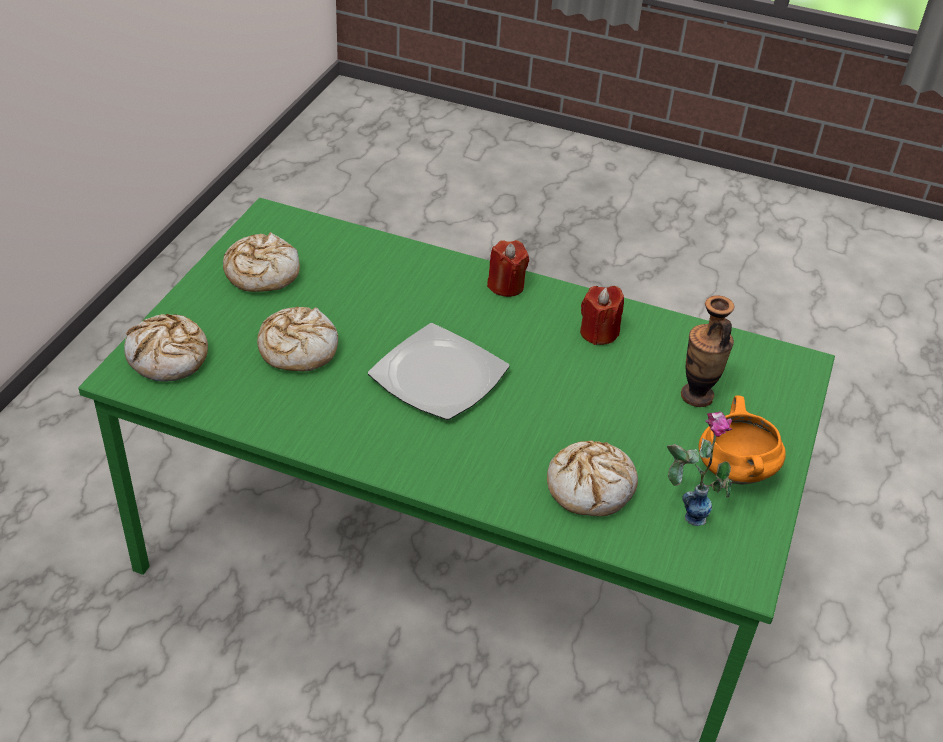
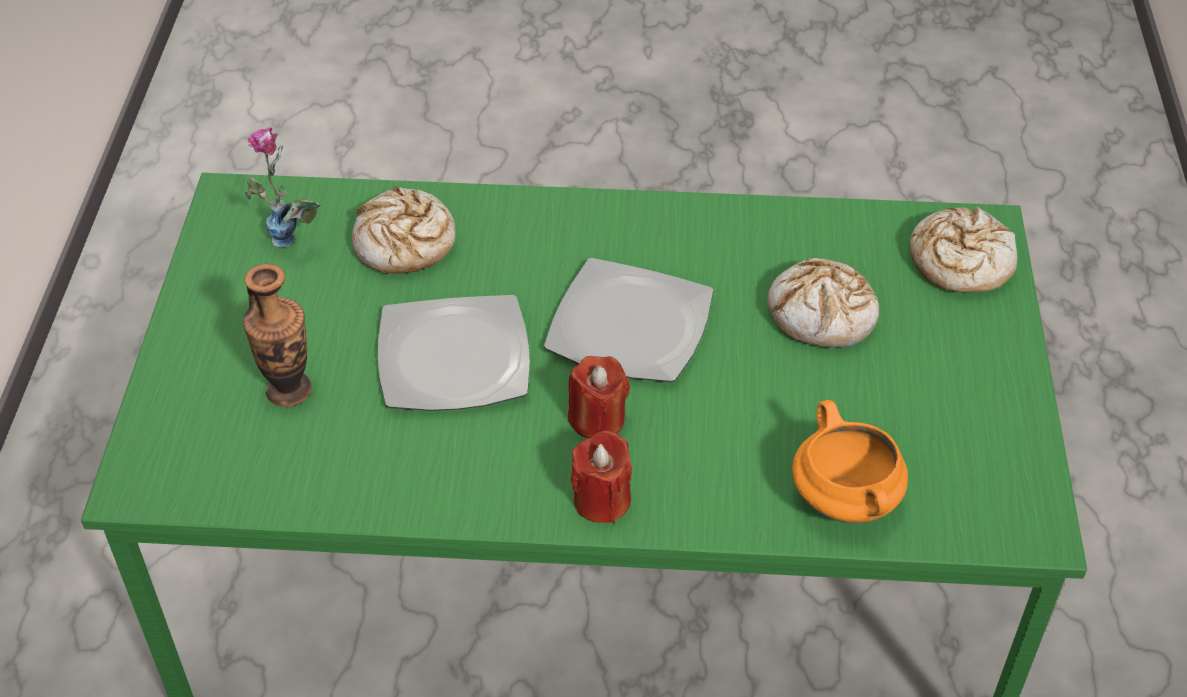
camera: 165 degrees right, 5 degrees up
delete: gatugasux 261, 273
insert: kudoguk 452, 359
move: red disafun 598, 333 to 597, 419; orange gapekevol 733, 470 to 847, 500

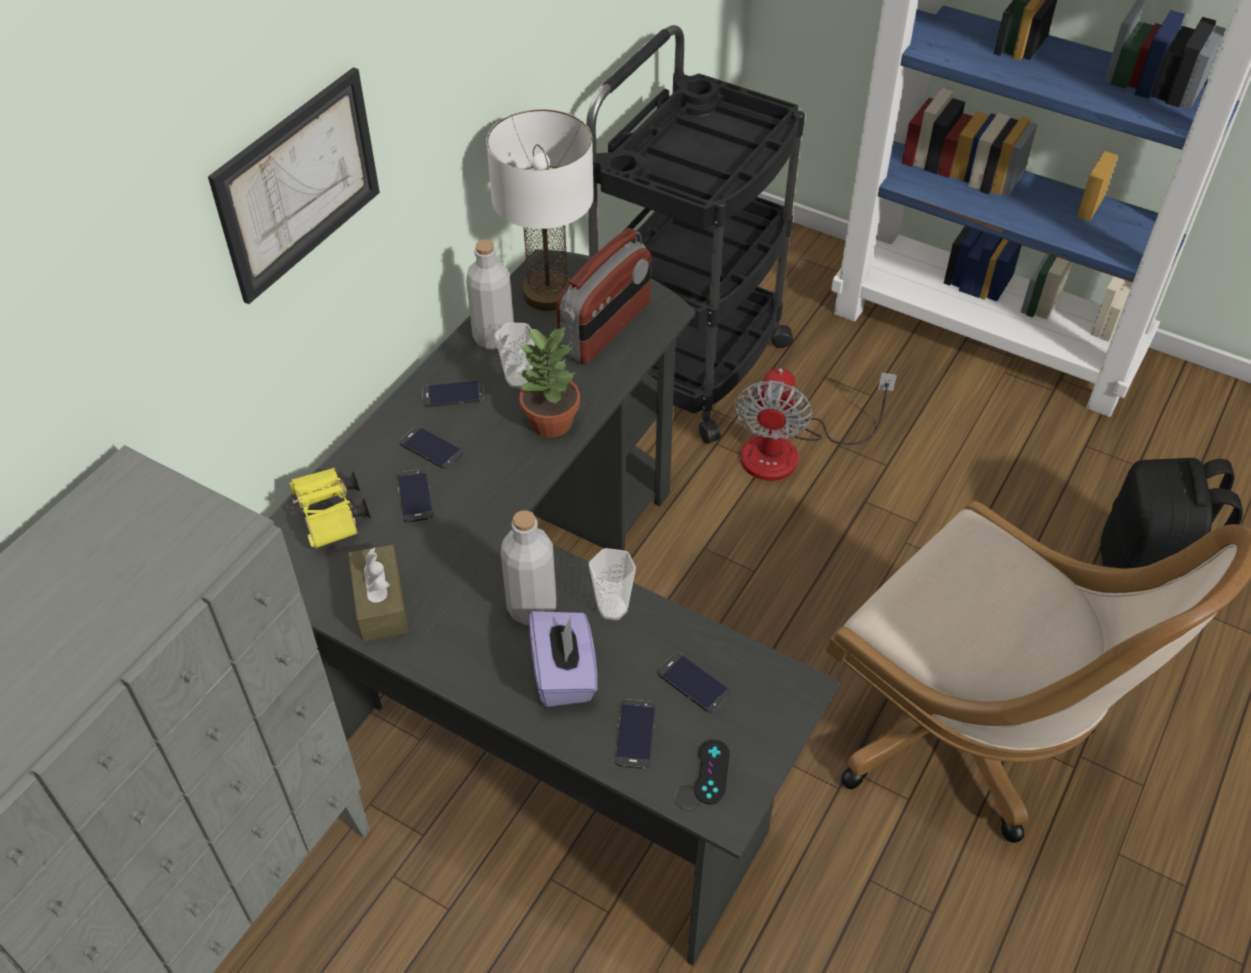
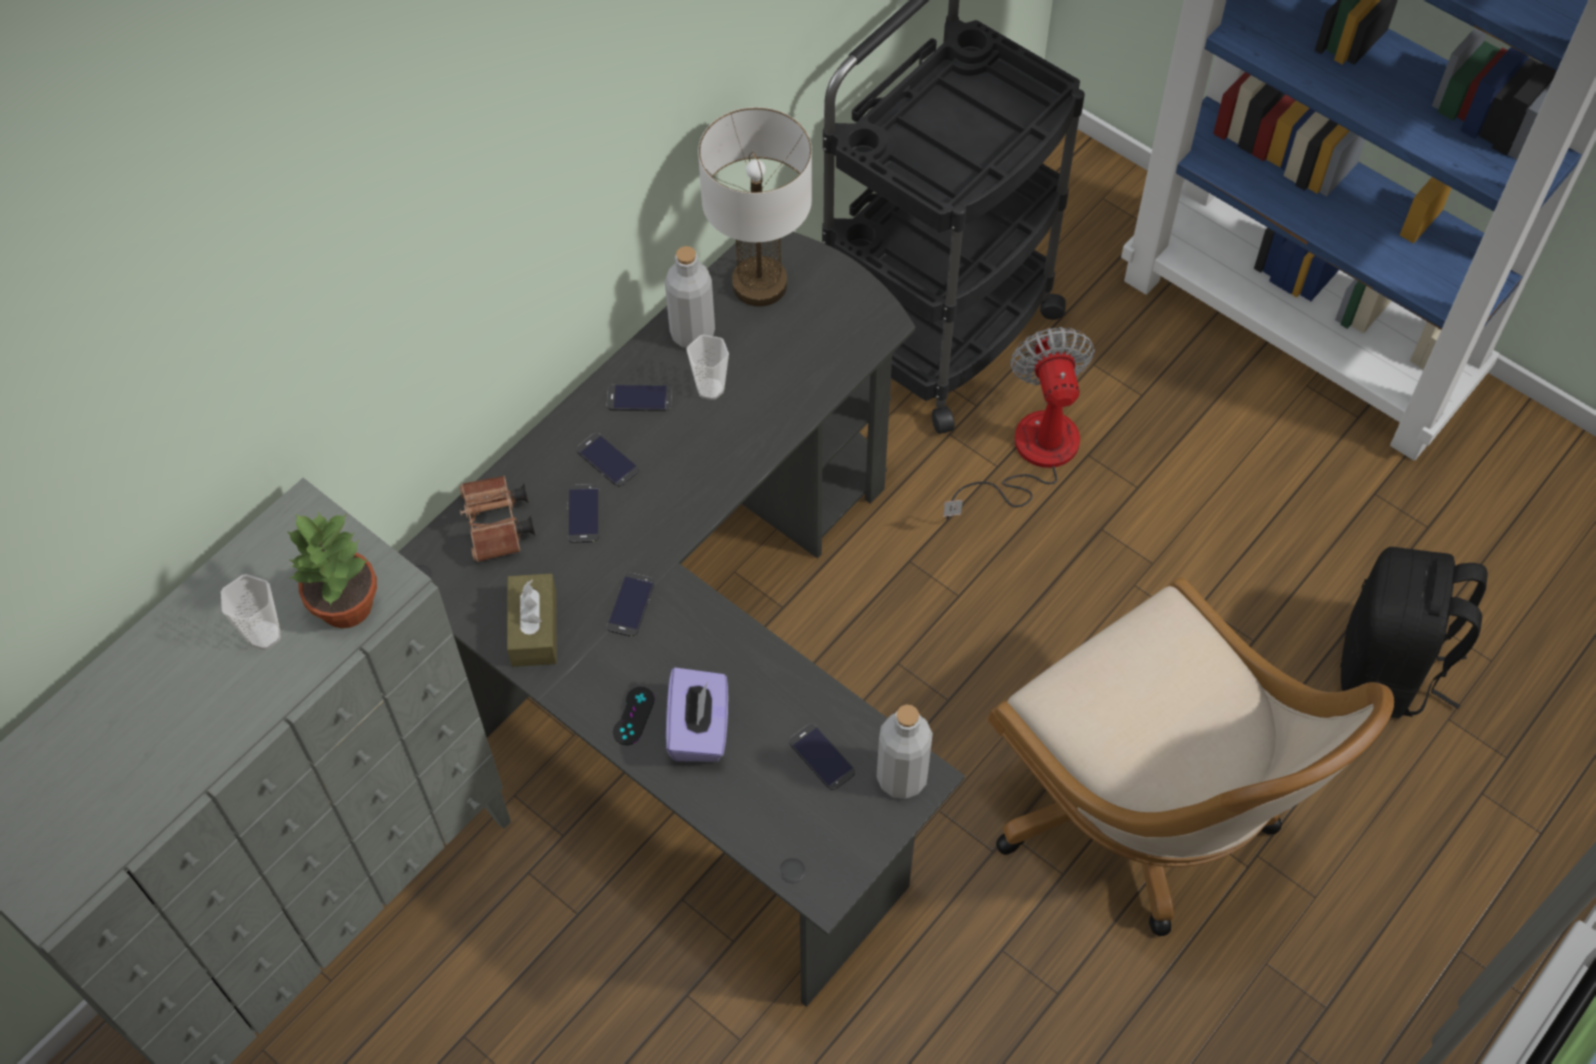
camera: 10 degrees right, 10 degrees up
delete: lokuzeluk 298, 184; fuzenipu 606, 329
move: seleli 552, 422 to 346, 606; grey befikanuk 532, 608 to 902, 777; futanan 612, 608 to 264, 635; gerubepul 635, 734 to 630, 605; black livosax 711, 772 to 633, 716
recolor: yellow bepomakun 332, 518 to brown bepomakun 498, 527
rotate: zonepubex 789, 452 = 1029, 456 150 degrees clockwise

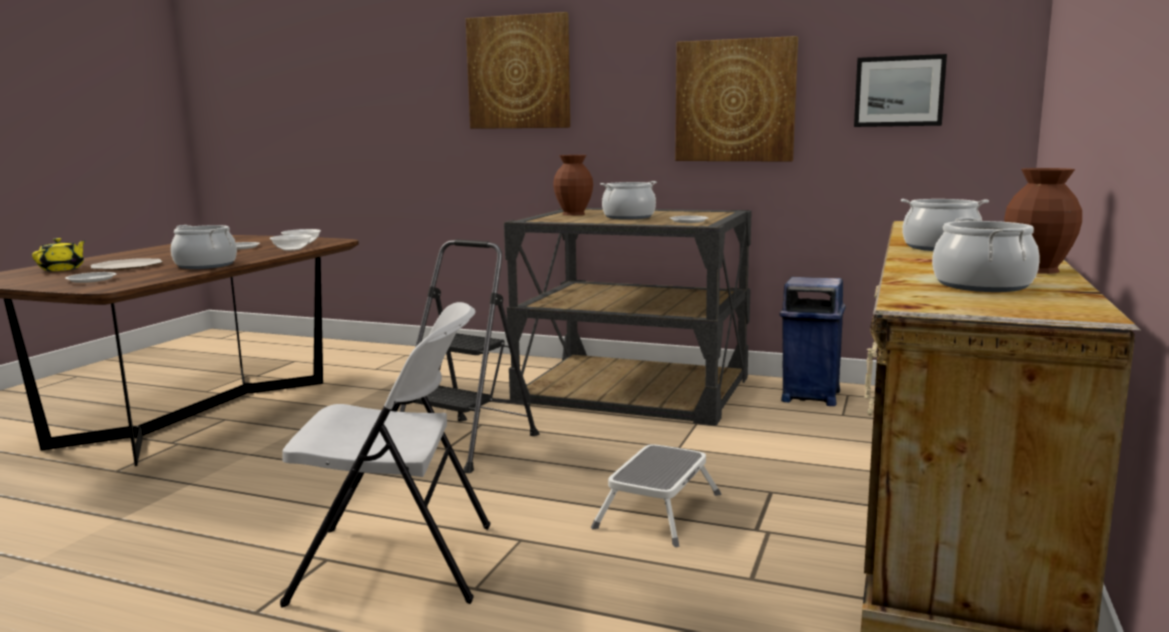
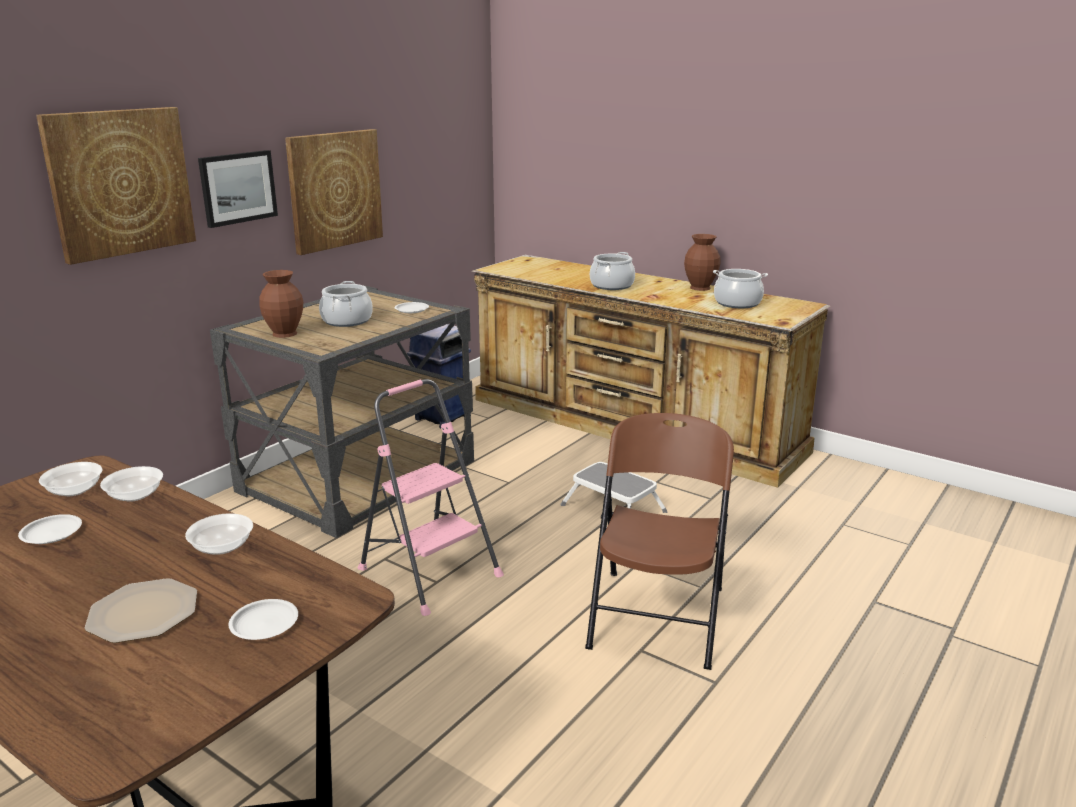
camera: 75 degrees left, 10 degrees up
delete: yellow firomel 63, 269
move: lokuzeluk 899, 91 to 238, 188
replace: gapekevol 205, 265 to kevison 222, 547
recolor: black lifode 468, 442 to pink lifode 427, 569; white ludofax 394, 563 to brown ludofax 657, 618

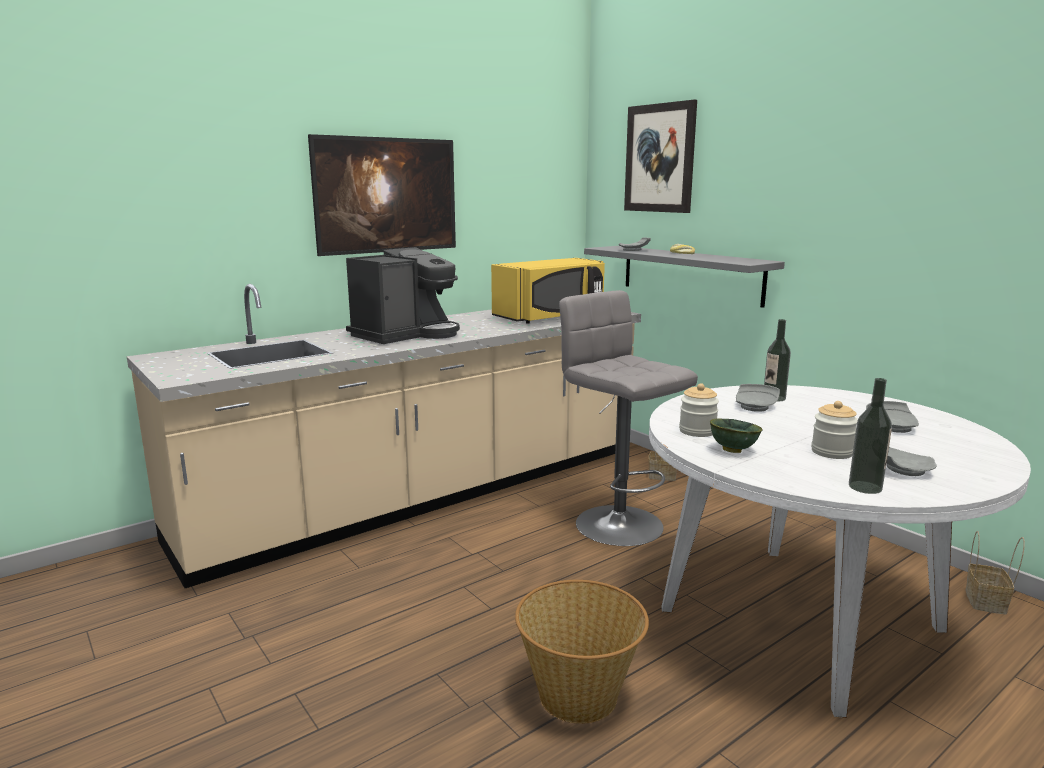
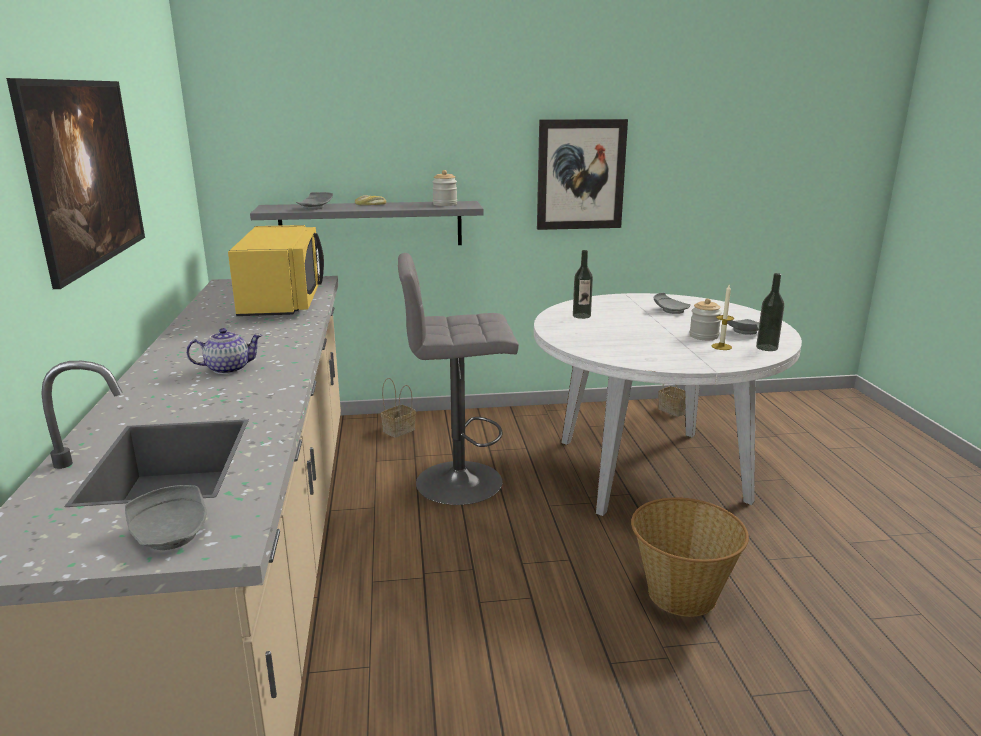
camera: 60 degrees left, 5 degrees up
delete: green kevison 732, 450
insert: disafun 721, 346
move: lokuzeluk 660, 158 to 580, 175; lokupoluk 697, 431 to 445, 204; grey kudoguk 755, 406 to 171, 533
replace: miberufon 406, 334 to firomel 227, 369

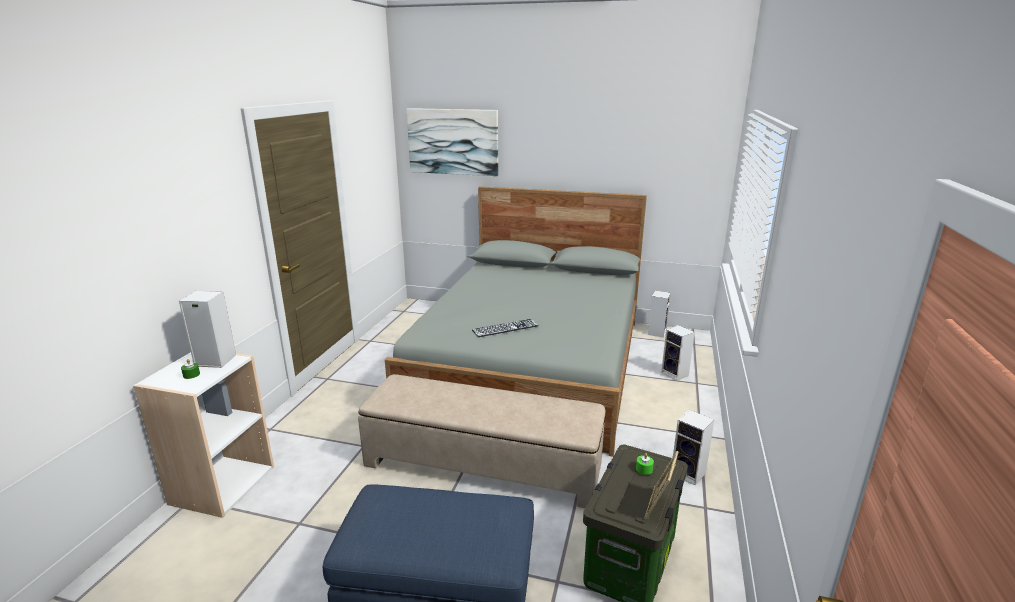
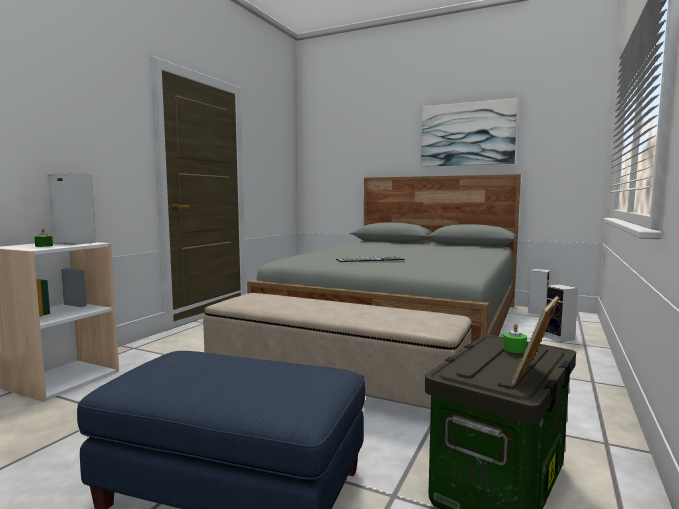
camera: 10 degrees right, 15 degrees down
delete: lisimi 689, 473
move: lokuzeluk 453, 142 to 467, 134

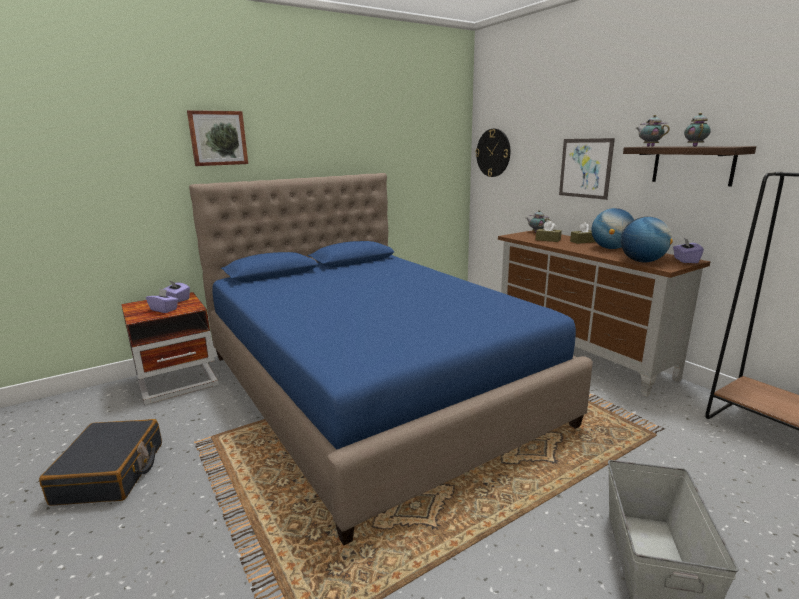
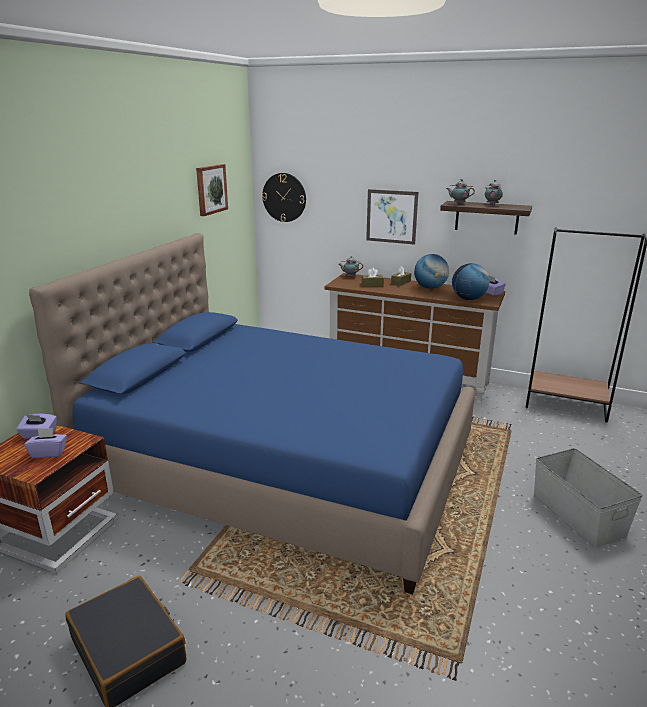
camera: 35 degrees left, 5 degrees up
move: lokuzeluk 218, 138 to 211, 189

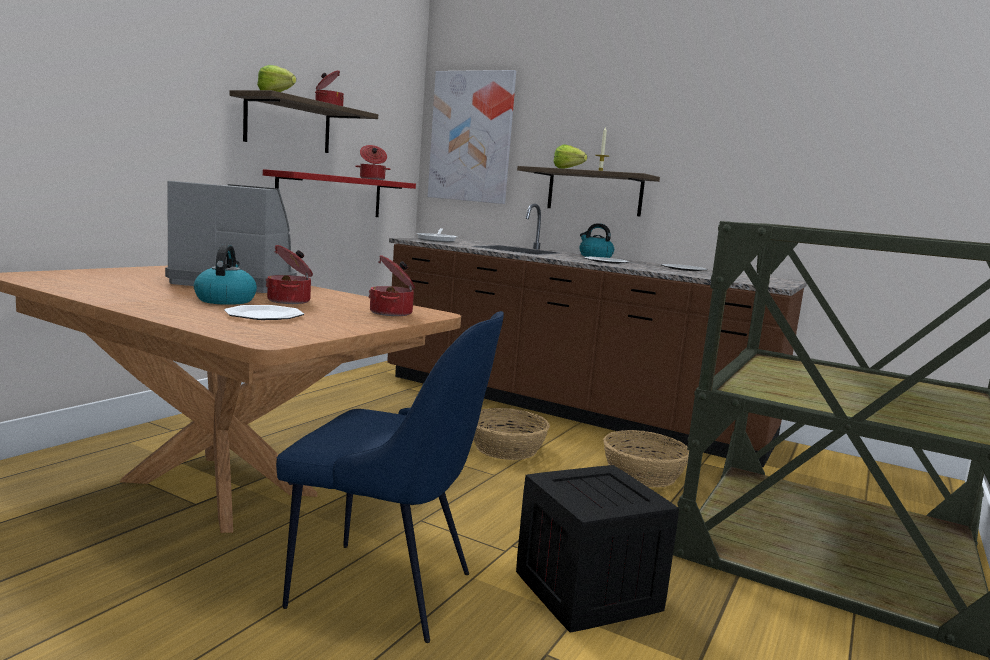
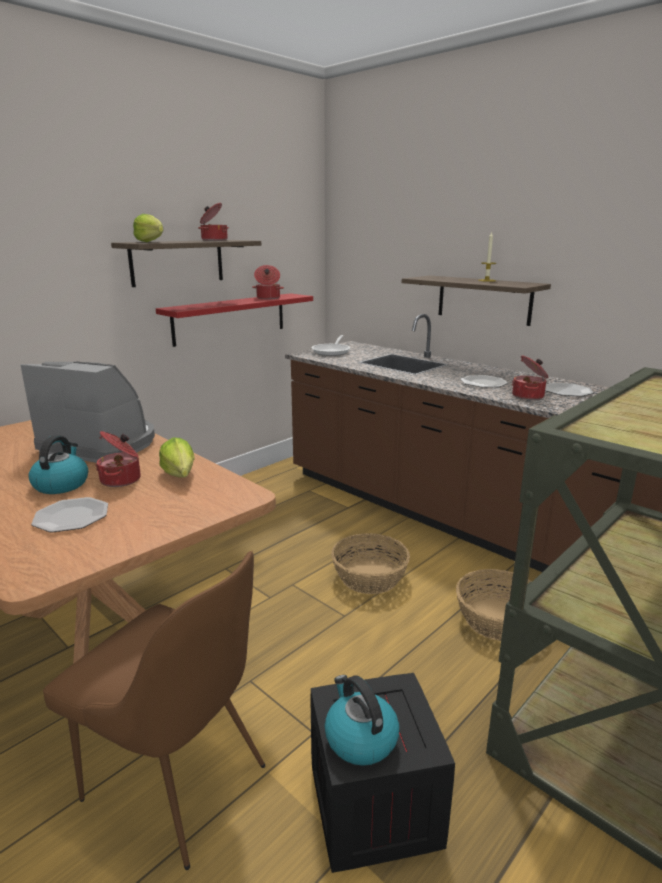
camera: 15 degrees right, 10 degrees up
delete: lokuzeluk 471, 137
move: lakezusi 570, 169 to 179, 478; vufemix 595, 256 to 360, 738; gapekevol 392, 313 to 529, 396
recolor: blue ludofax 383, 589 to brown ludofax 178, 782

